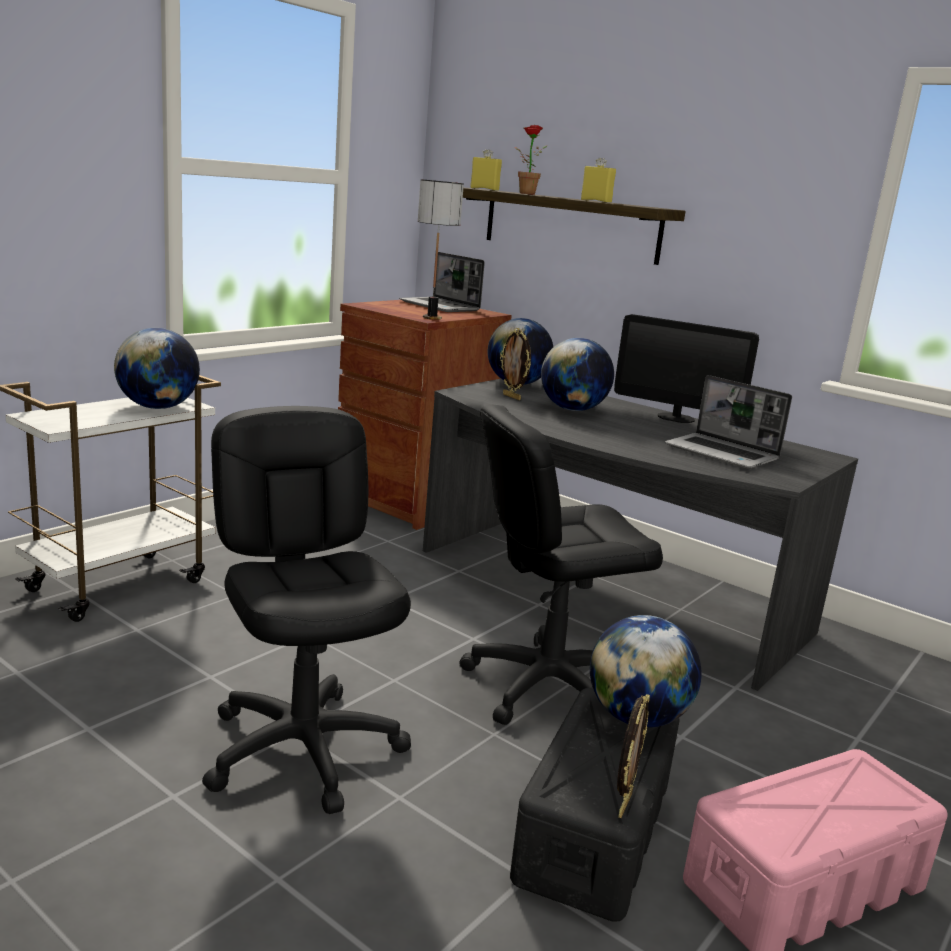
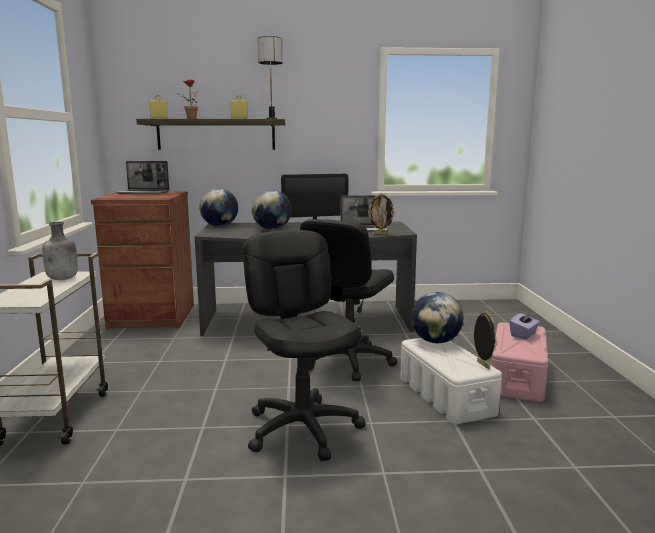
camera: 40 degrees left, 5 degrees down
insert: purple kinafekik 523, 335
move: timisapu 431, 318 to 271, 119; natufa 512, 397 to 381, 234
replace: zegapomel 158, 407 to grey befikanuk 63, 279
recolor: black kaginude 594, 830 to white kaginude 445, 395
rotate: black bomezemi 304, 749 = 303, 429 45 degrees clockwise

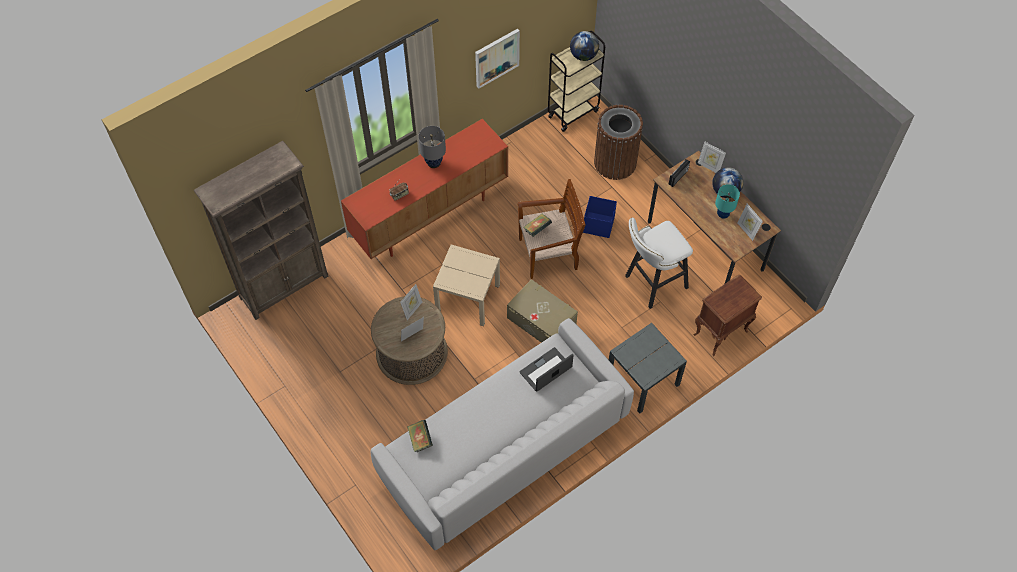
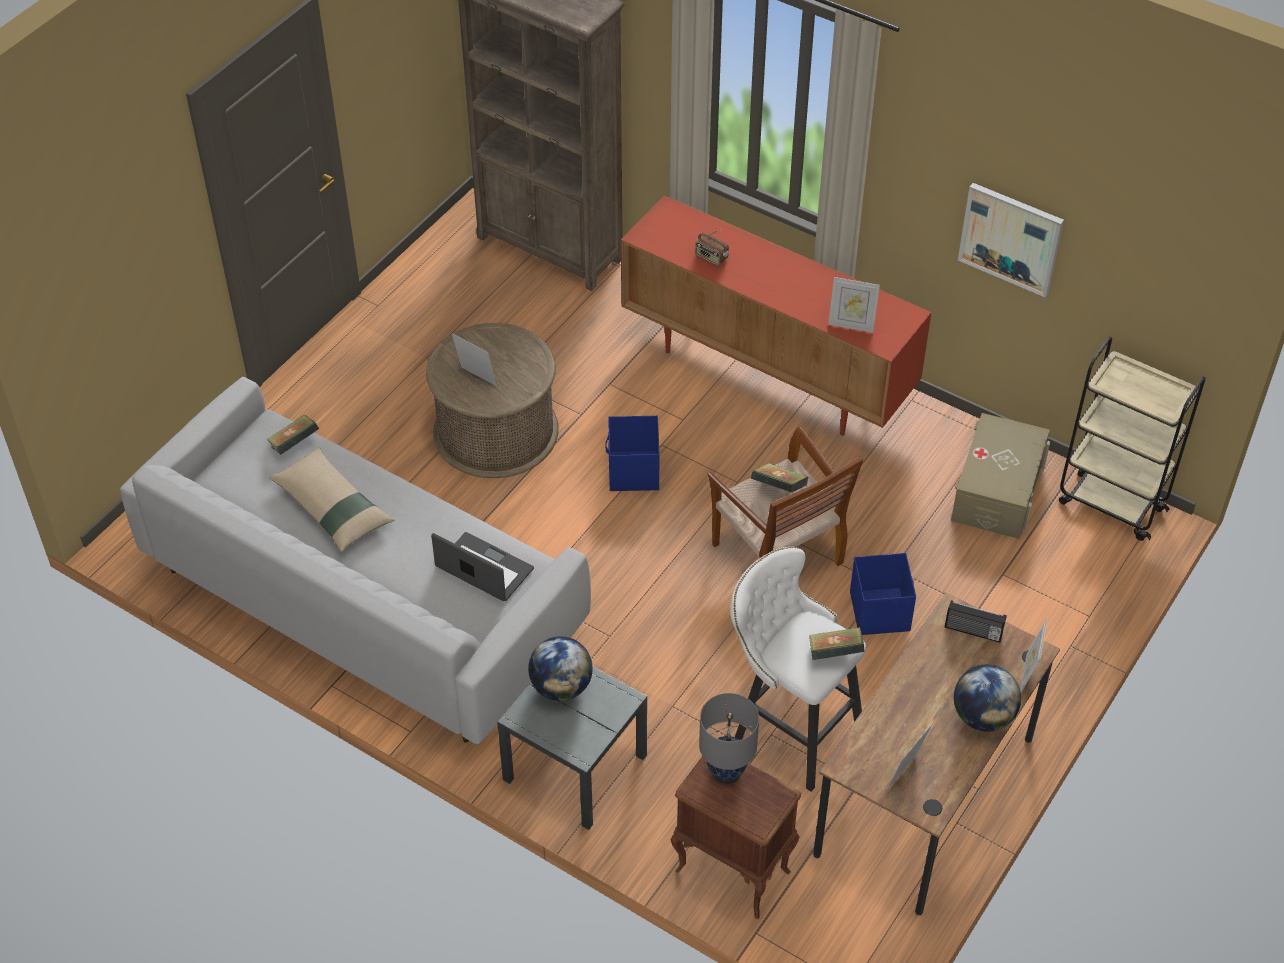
camera: 70 degrees right, 10 degrees down
delete: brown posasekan 615, 162; turquoise timisapu 722, 214
insert: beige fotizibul 332, 508; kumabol 835, 654
move: zegapomel 583, 56 to 561, 686; grey timisapu 434, 162 to 726, 771; beige kaginude 541, 321 to 997, 491; natufa 412, 310 to 851, 325
replace: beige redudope 468, 298 to blue kaginude 633, 472

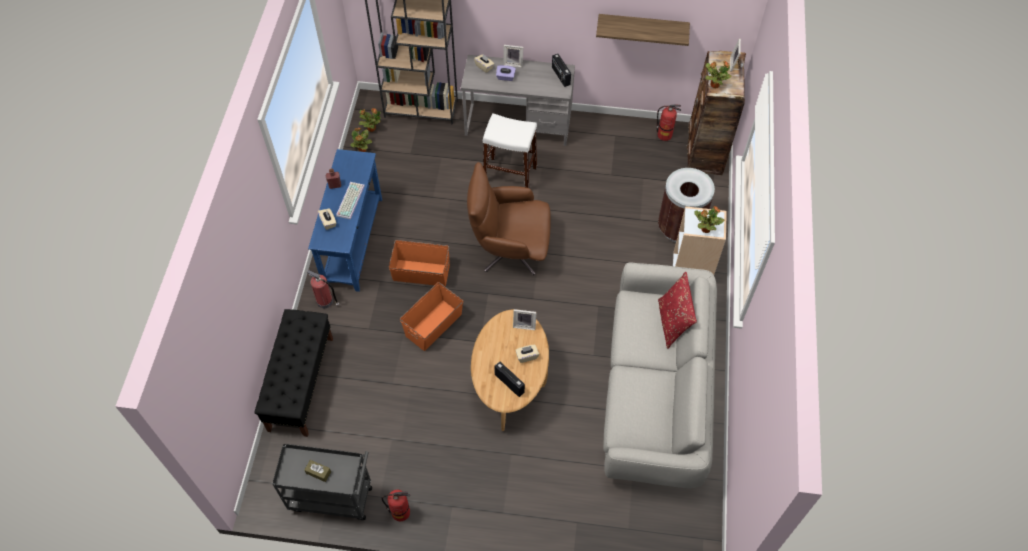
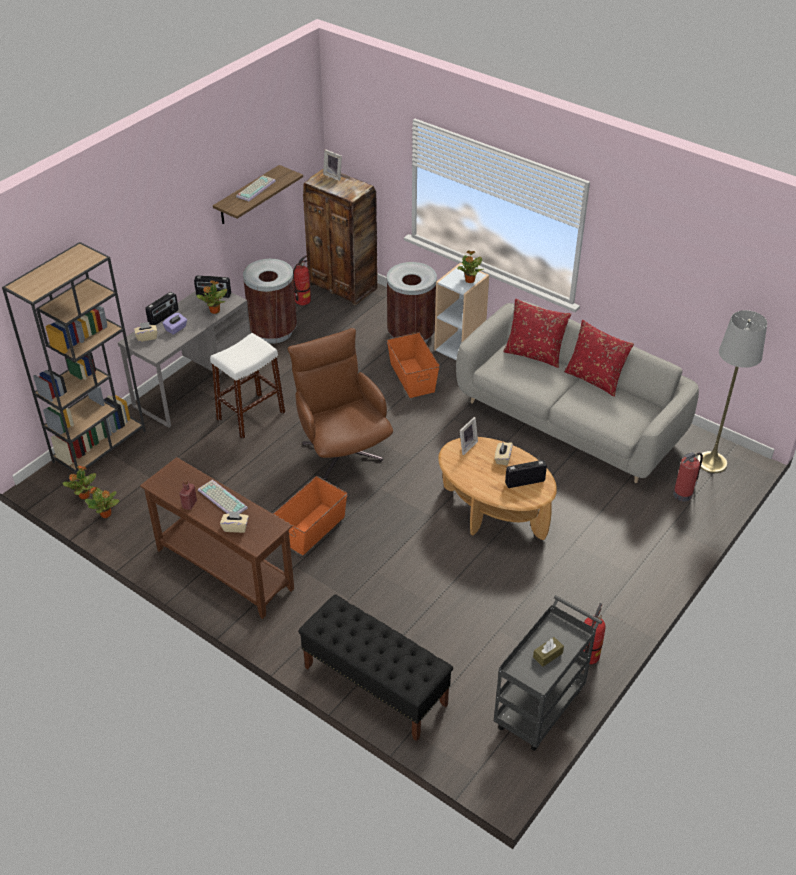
camera: 60 degrees left, 15 degrees down
insert: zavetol 255, 188; brown posasekan 273, 331; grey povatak 712, 462; red fotizibul 594, 379
move: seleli 714, 85 to 214, 311; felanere 325, 301 to 683, 494; orange kaginude 433, 325 to 412, 377
replace: natufa 513, 63 to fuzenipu 163, 317
recolor: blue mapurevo 353, 242 to brown mapurevo 224, 569
rotate: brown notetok 511, 250 = 342, 451 120 degrees clockwise

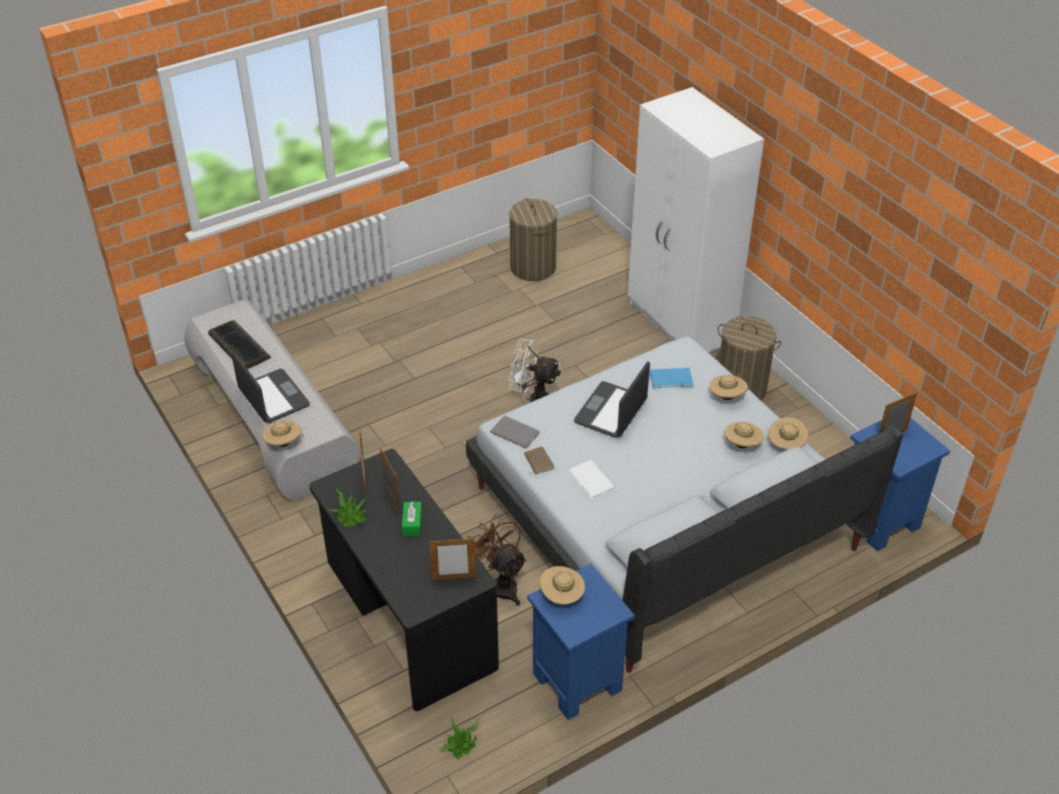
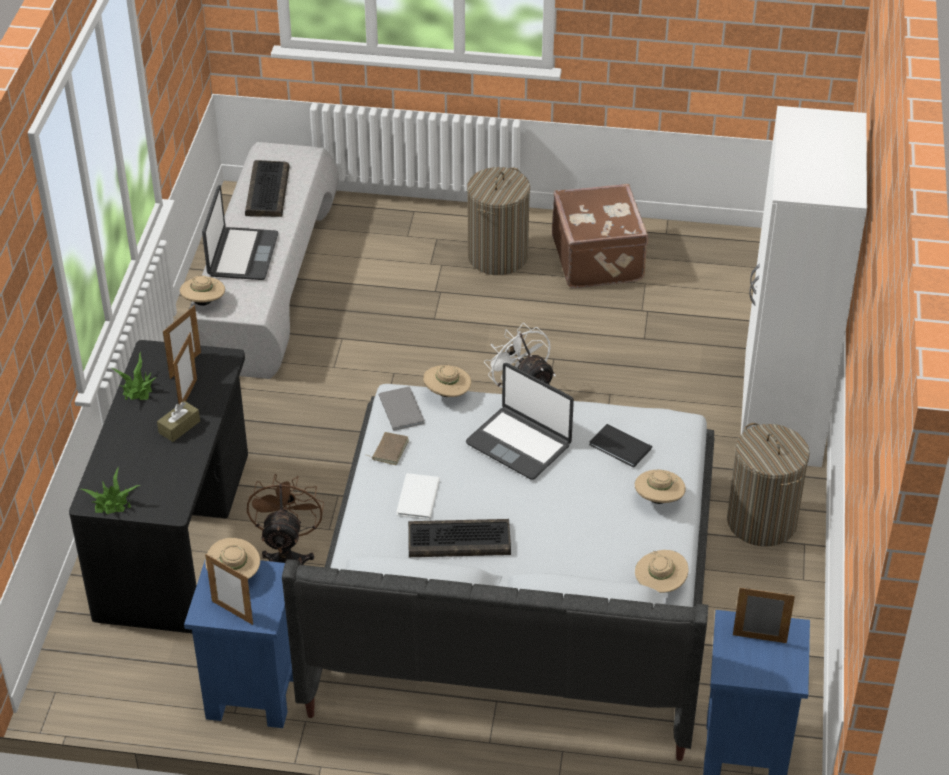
camera: 40 degrees right, 0 degrees up
insert: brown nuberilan 599, 259; zavetol 458, 540
move: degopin 533, 267 to 497, 256; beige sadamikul 742, 445 to 447, 394; natufa 454, 578 to 232, 612; seleli 461, 744 to 112, 502
recolor: blue kumabol 672, 379 to black kumabol 620, 448; green kinafekik 412, 523 to brown kinafekik 179, 427
rotate: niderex 611, 411 = 519, 443 120 degrees counterclockwise

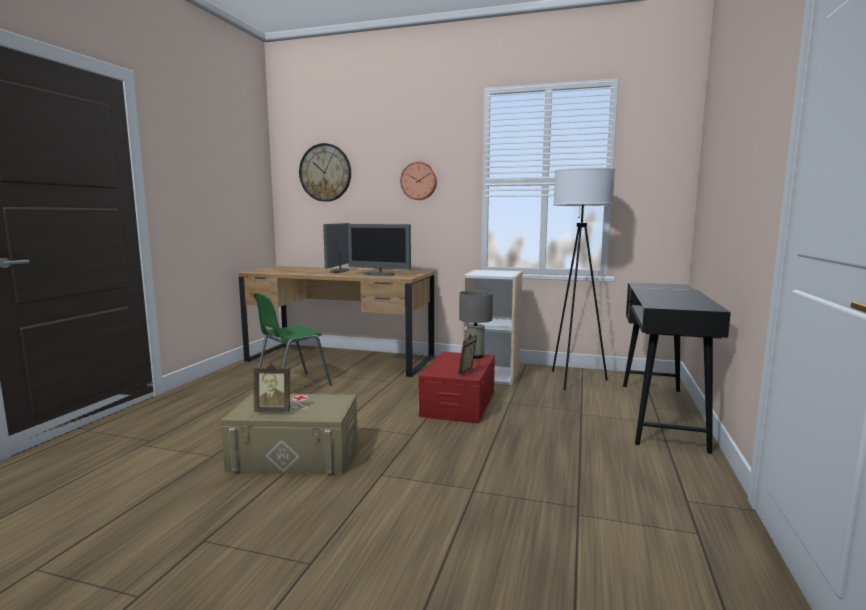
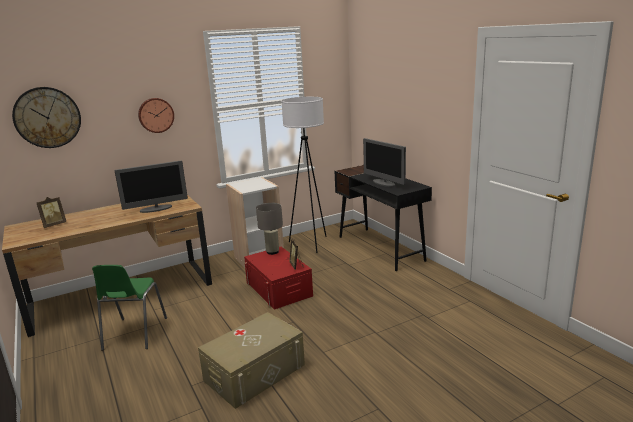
camera: 45 degrees left, 10 degrees up
move: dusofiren 339, 271 to 384, 183; natufa 274, 411 to 54, 225

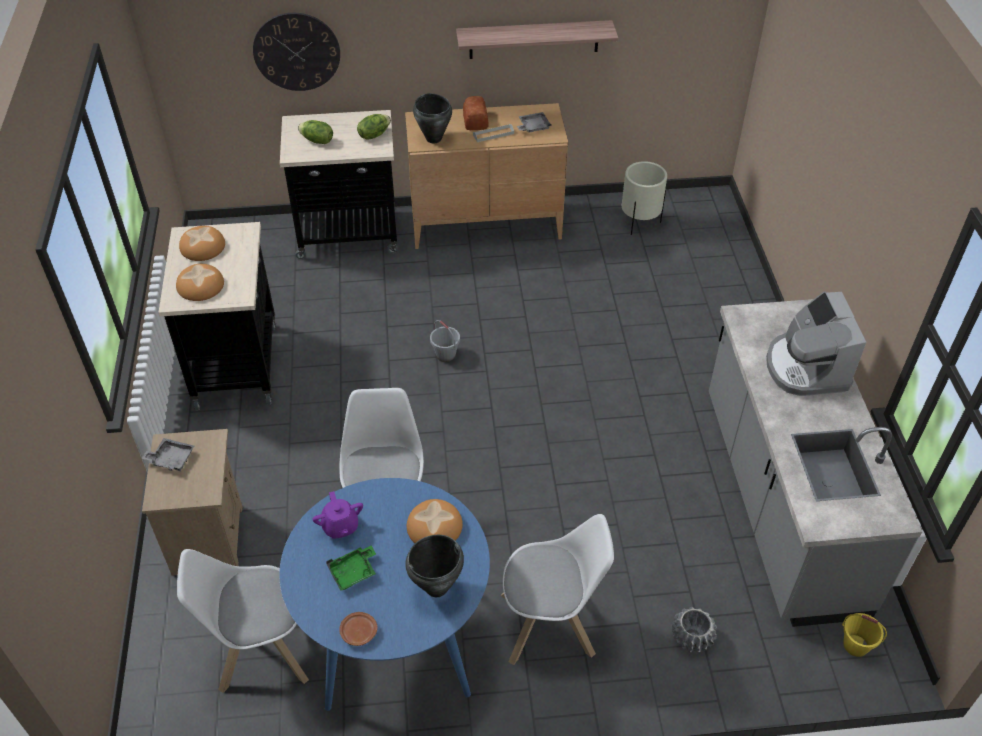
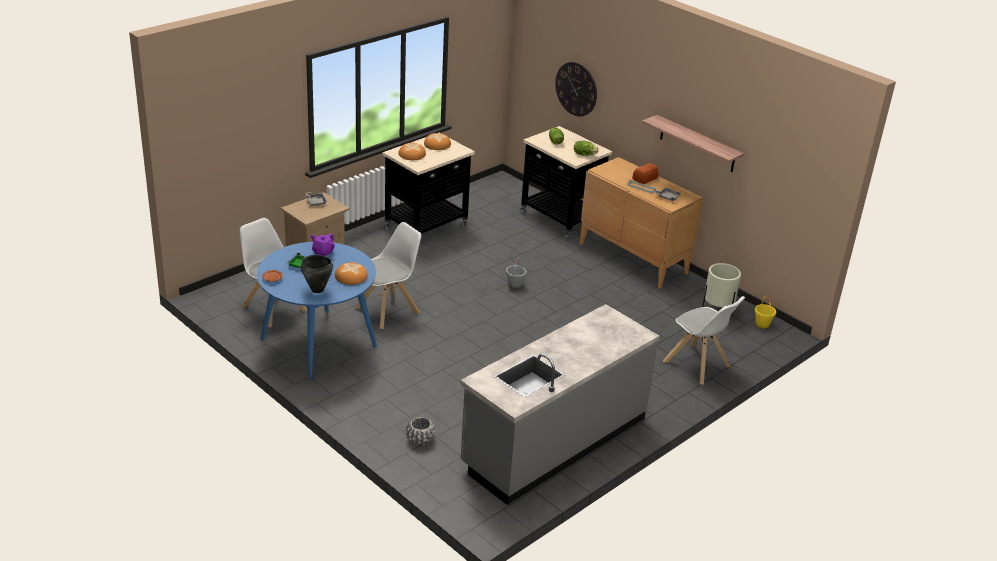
camera: 50 degrees right, 15 degrees down
delete: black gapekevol 434, 138; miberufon 806, 368
move: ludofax 550, 624 to 698, 365; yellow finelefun 855, 645 to 762, 324

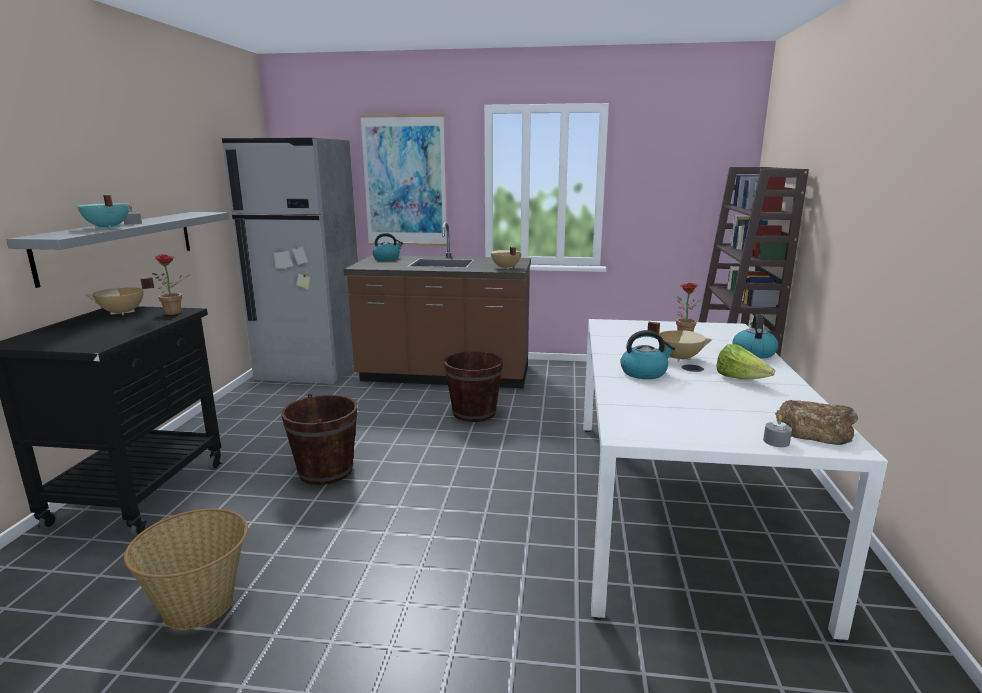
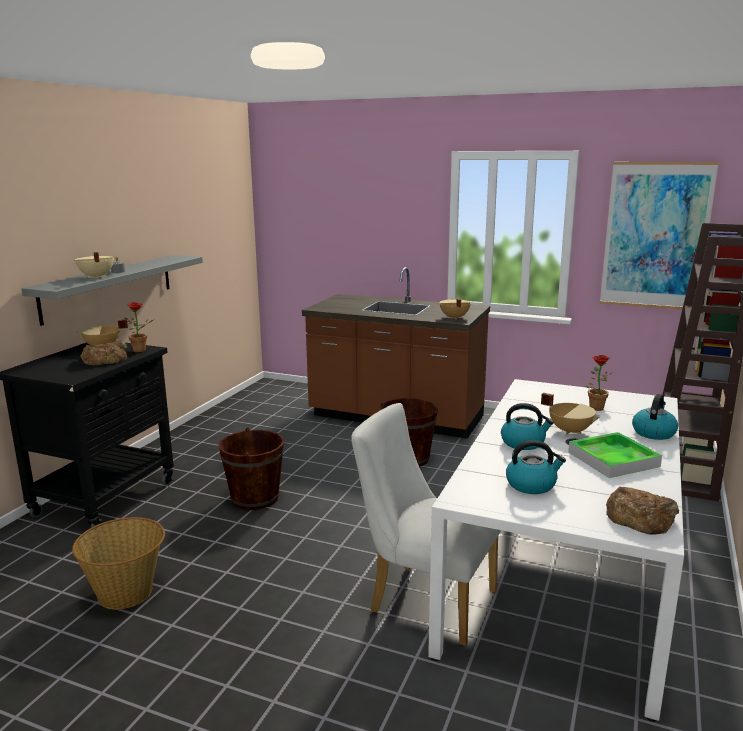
camera: 15 degrees right, 0 degrees up
delete: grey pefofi 313, 366; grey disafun 776, 441
insert: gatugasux 105, 359; white ludofax 424, 599
move: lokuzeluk 405, 181 to 655, 236; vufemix 387, 258 to 531, 485
replace: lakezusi 740, 379 to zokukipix 613, 459
recolor: turquoise gapekevol 106, 227 to beige gapekevol 96, 277

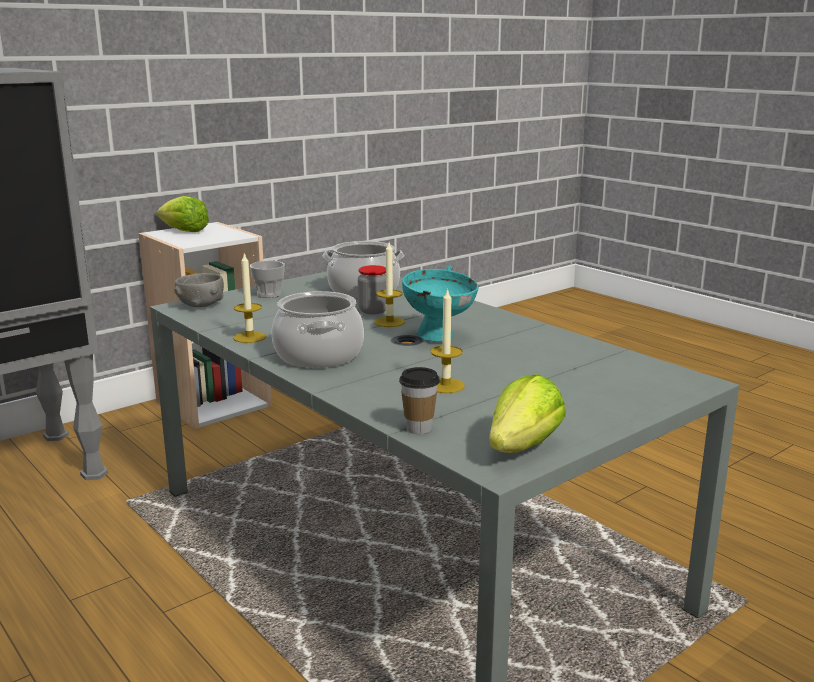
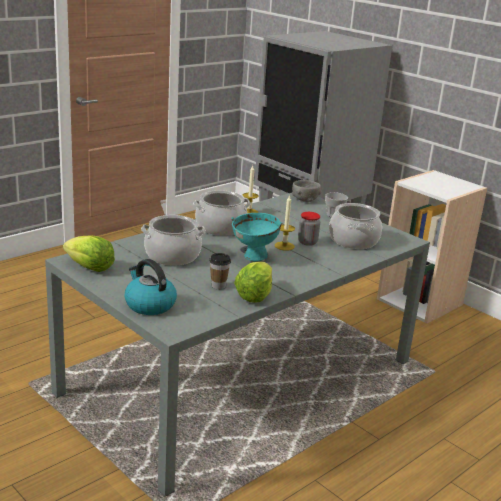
camera: 85 degrees right, 5 degrees up
insert: vufemix 149, 305
move: lakezusi 184, 231 to 254, 295; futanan 419, 428 to 218, 286
replace: disafun 445, 385 to gapekevol 172, 255

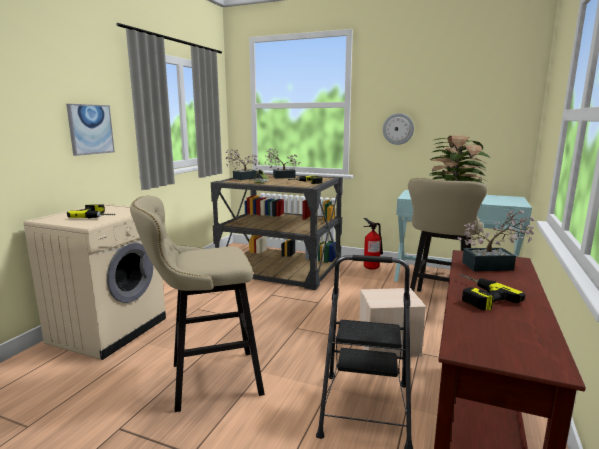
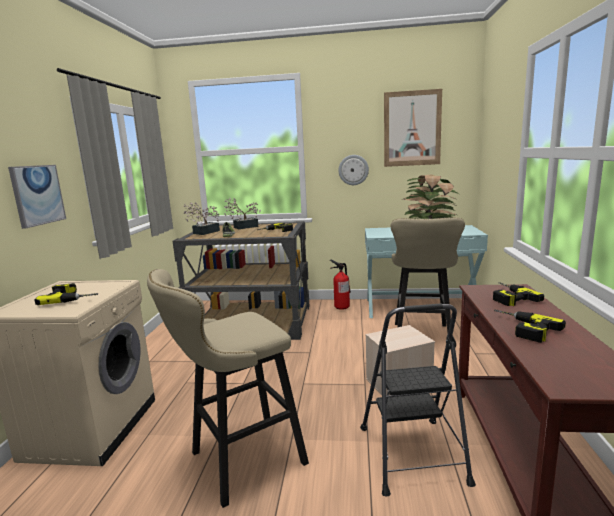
camera: 15 degrees left, 0 degrees up
insert: lokuzeluk 412, 128
replace: seleli 493, 266 to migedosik 507, 296

